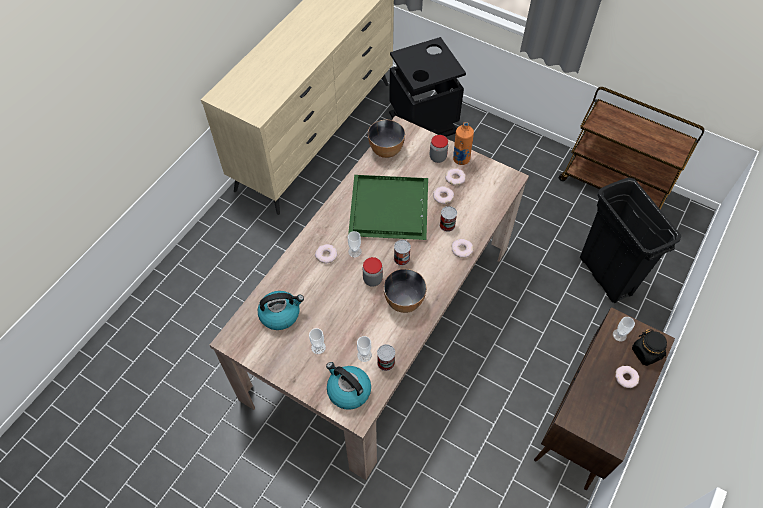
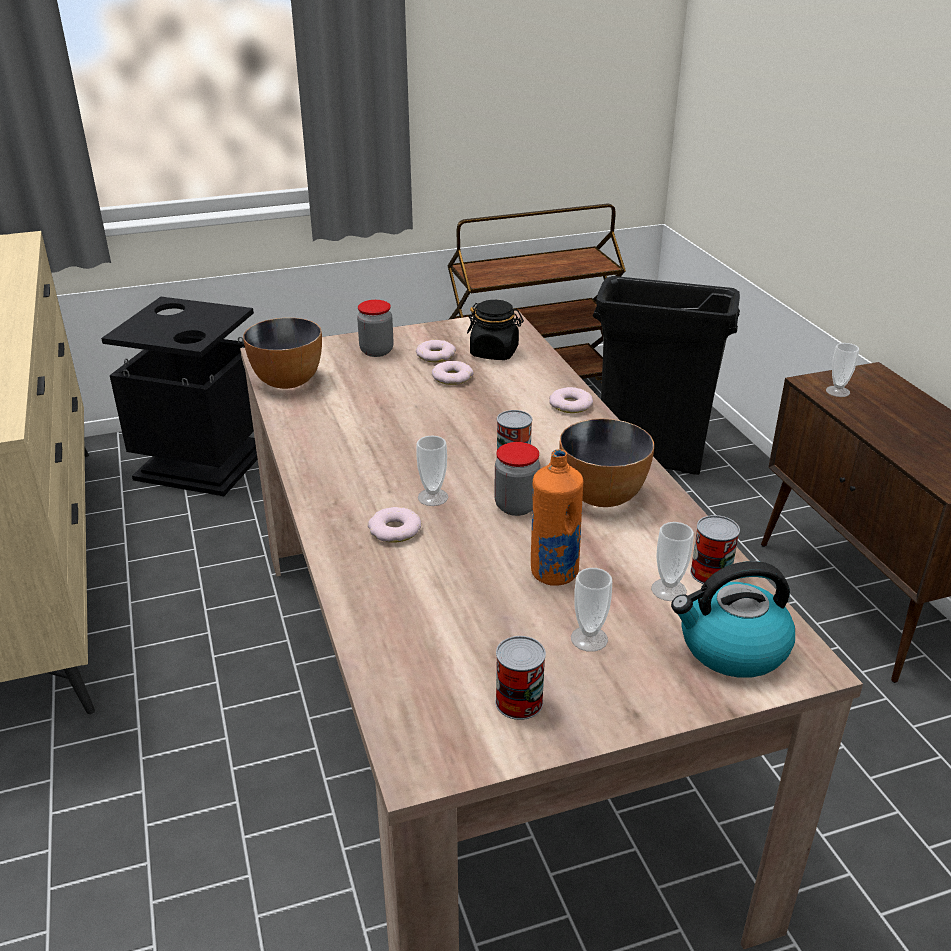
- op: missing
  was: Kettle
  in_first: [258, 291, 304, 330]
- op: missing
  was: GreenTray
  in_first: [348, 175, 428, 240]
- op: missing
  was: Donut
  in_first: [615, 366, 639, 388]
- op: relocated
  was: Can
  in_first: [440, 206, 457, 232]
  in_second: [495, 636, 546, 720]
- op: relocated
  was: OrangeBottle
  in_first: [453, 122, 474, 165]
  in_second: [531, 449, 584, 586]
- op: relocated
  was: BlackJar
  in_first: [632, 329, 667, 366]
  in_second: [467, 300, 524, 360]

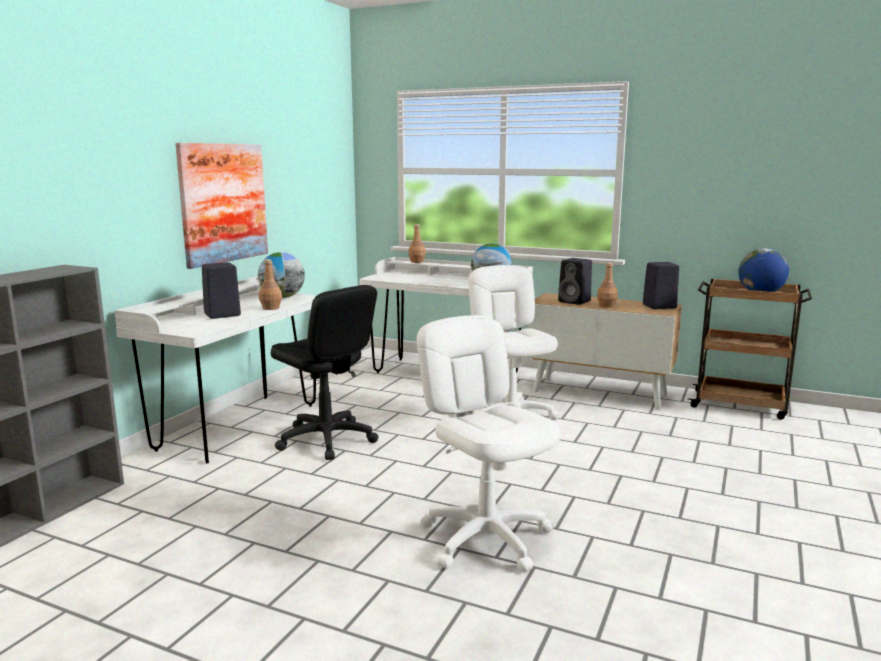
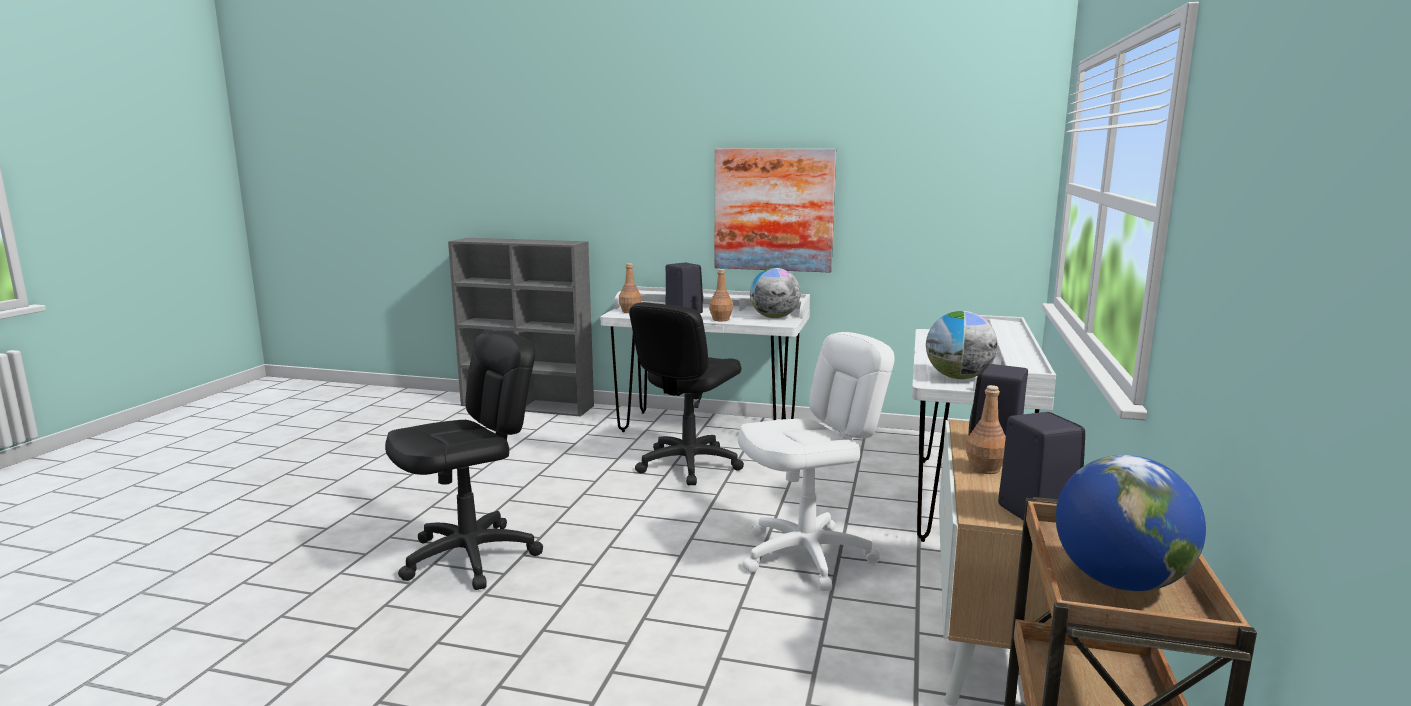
- op: relocated
  was: BrownBottle
  in_first: [408, 224, 426, 263]
  in_second: [619, 263, 641, 313]
- op: colour
  was: WhiteOfficeChair
  now: BlackOfficeChair
  in_first: [417, 315, 560, 572]
  in_second: [385, 330, 543, 590]

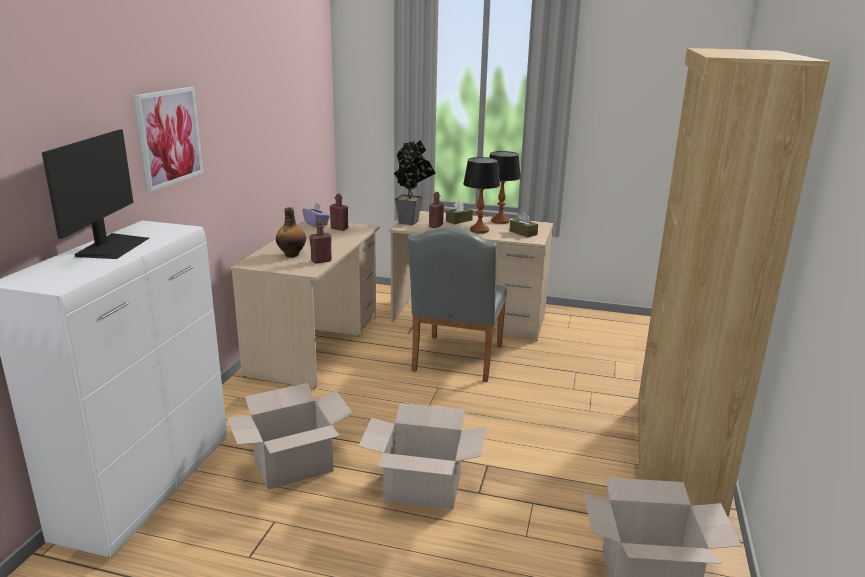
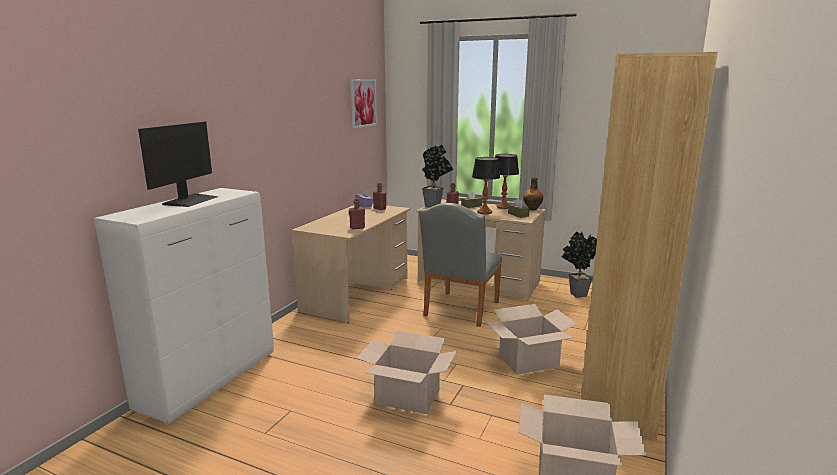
- op: appeared
  now: PottedPlant
  in_second: [562, 232, 597, 297]
- op: relocated
  was: Picture
  in_first: [134, 87, 203, 192]
  in_second: [350, 79, 377, 128]
- op: relocated
  was: CardboardBox
  in_first: [227, 383, 353, 490]
  in_second: [486, 304, 577, 375]
- op: relocated
  was: Bottle
  in_first: [276, 207, 306, 257]
  in_second: [523, 177, 543, 210]

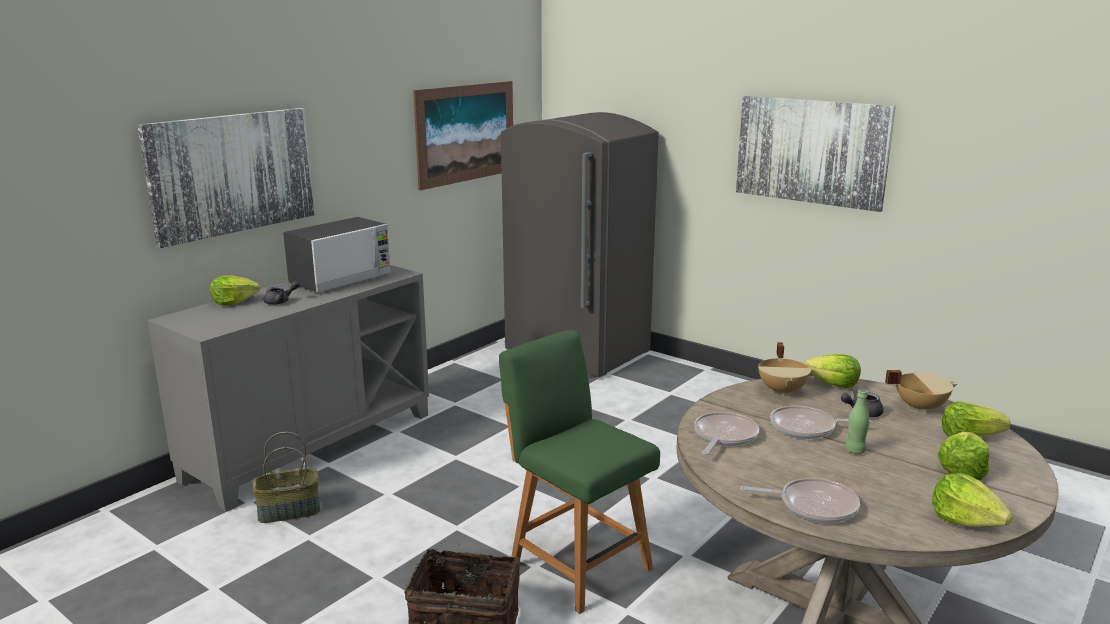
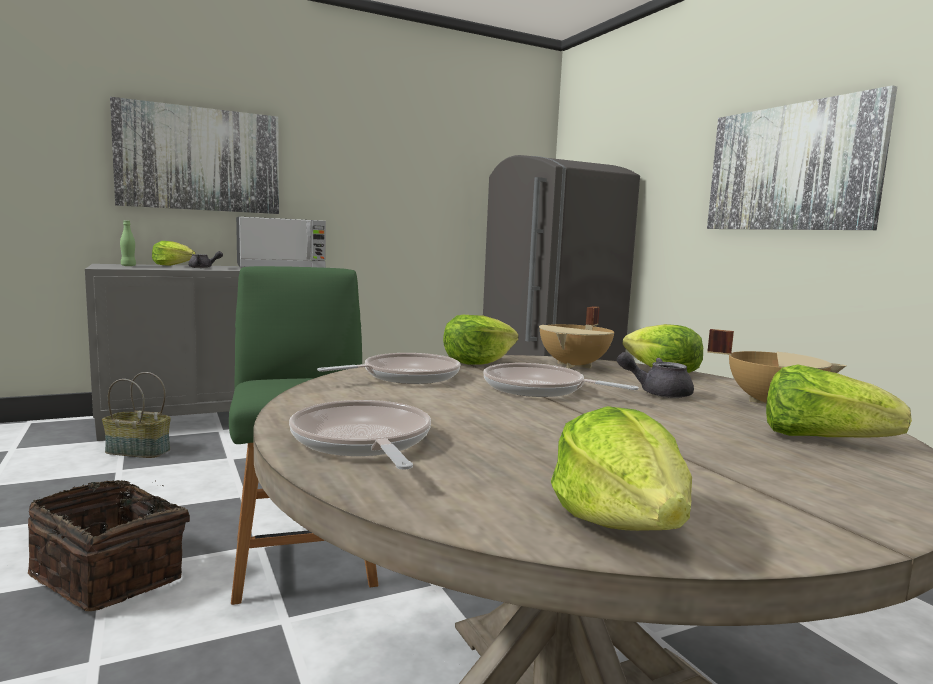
- op: missing
  was: Picture
  in_first: [413, 81, 513, 190]
- op: relocated
  was: GreenBottle
  in_first: [845, 389, 870, 454]
  in_second: [120, 220, 136, 266]
- op: relocated
  was: Lettuce
  in_first: [938, 432, 990, 480]
  in_second: [443, 315, 518, 365]
- op: spun
  was: FryingPan
  in_first: [740, 478, 860, 523]
  in_second: [289, 400, 431, 470]
  clockwise: -150

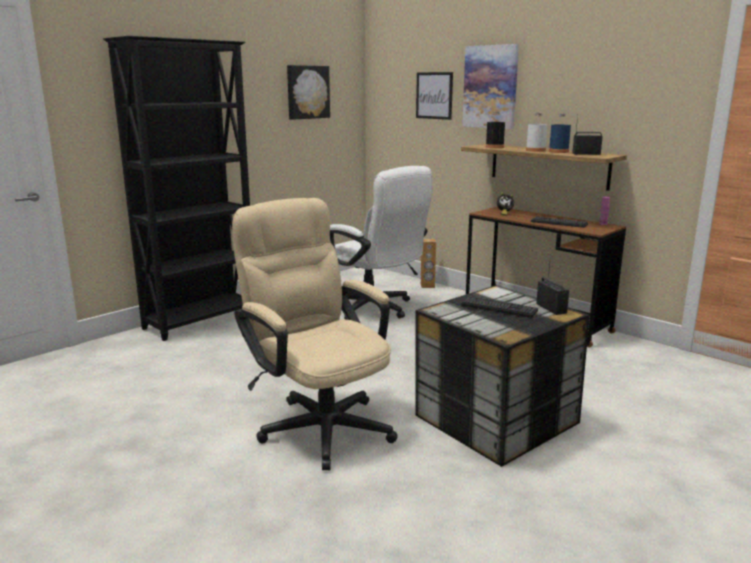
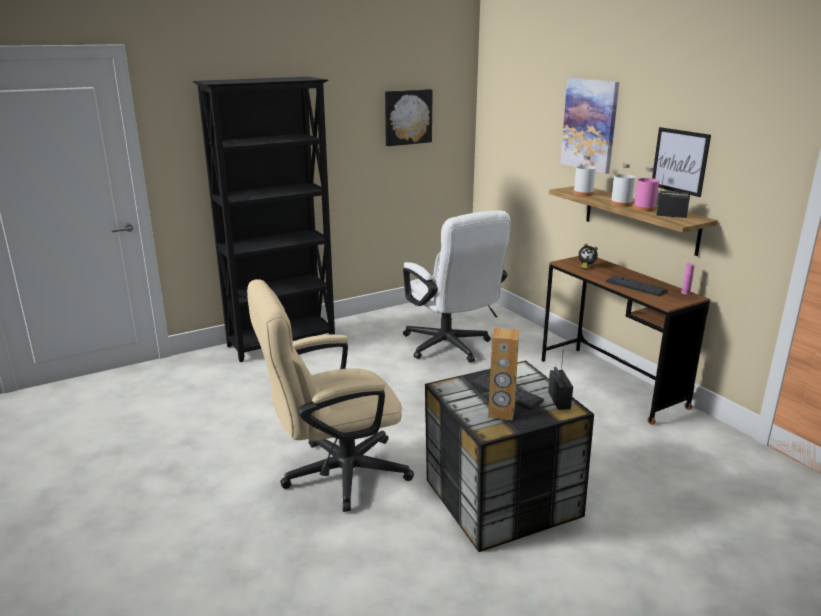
- op: relocated
  was: Picture
  in_first: [416, 72, 453, 120]
  in_second: [652, 127, 711, 197]
- op: relocated
  was: BrownSpeaker
  in_first: [421, 239, 436, 288]
  in_second: [488, 328, 519, 420]
- op: colour
  was: BlackBottle
  now: WhiteBottle
  in_first: [486, 111, 505, 148]
  in_second: [573, 155, 596, 196]
- op: colour
  was: BlueBottle
  now: PinkBottle
  in_first: [549, 113, 571, 153]
  in_second: [633, 167, 659, 212]
- op: spun
  was: BeigeOfficeChair
  in_first: [232, 198, 398, 470]
  in_second: [247, 279, 414, 512]
  clockwise: -90

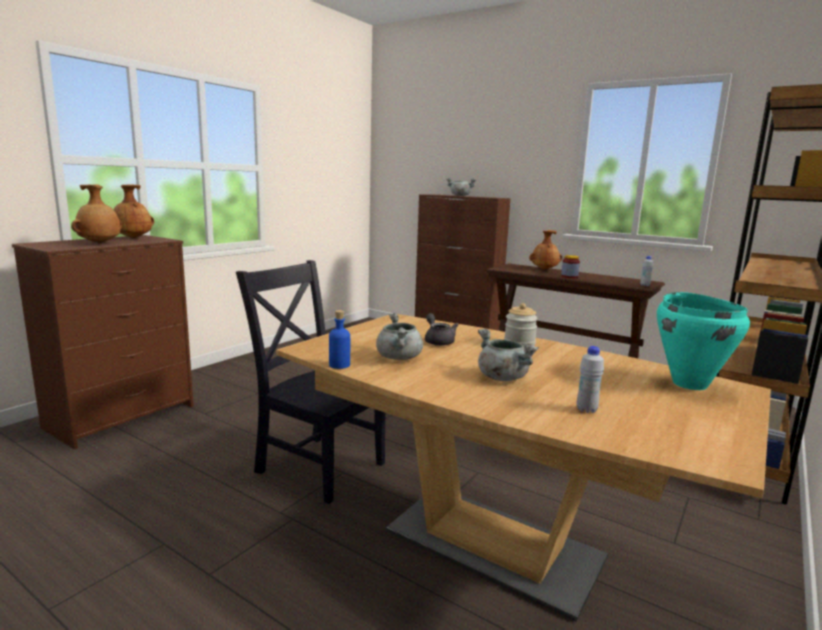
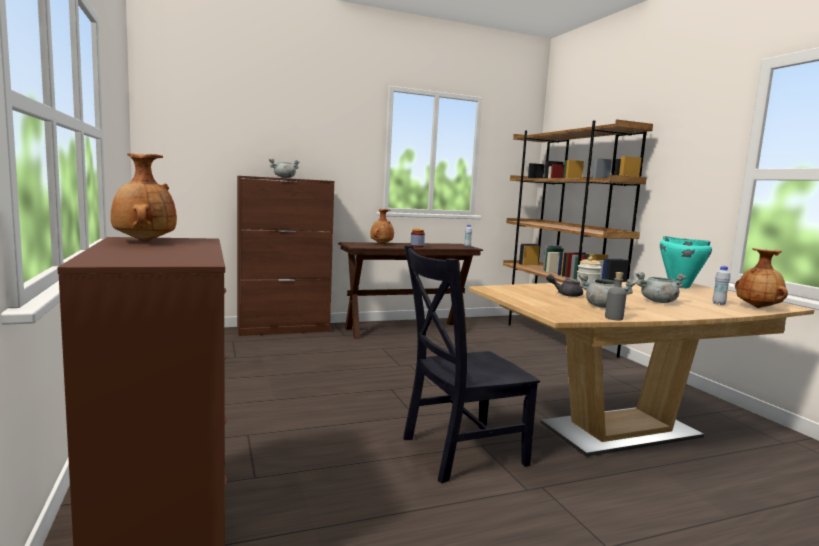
- op: relocated
  was: BrownVase
  in_first: [71, 185, 122, 244]
  in_second: [735, 248, 788, 308]
- op: colour
  was: BlueBottle
  now: GreyBottle
  in_first: [329, 310, 350, 369]
  in_second: [605, 272, 627, 320]

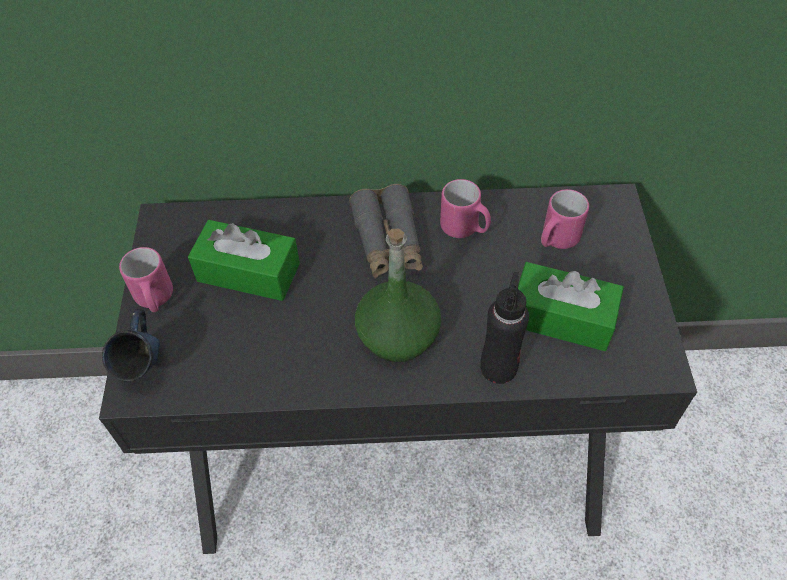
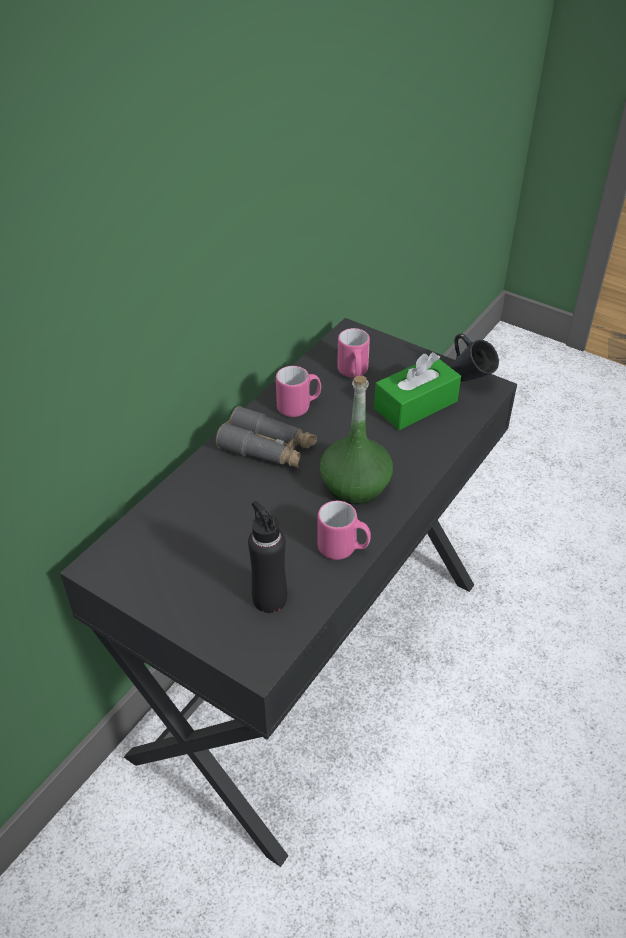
- op: missing
  was: GreenTissueBox
  in_first: [188, 220, 300, 301]
- op: relocated
  was: BlueMug
  in_first: [102, 309, 160, 381]
  in_second: [451, 334, 499, 382]
- op: relocated
  was: PinkMug
  in_first: [119, 247, 173, 312]
  in_second: [317, 501, 371, 560]
- op: relocated
  was: BlackBottle
  in_first: [480, 272, 529, 384]
  in_second: [248, 501, 287, 613]

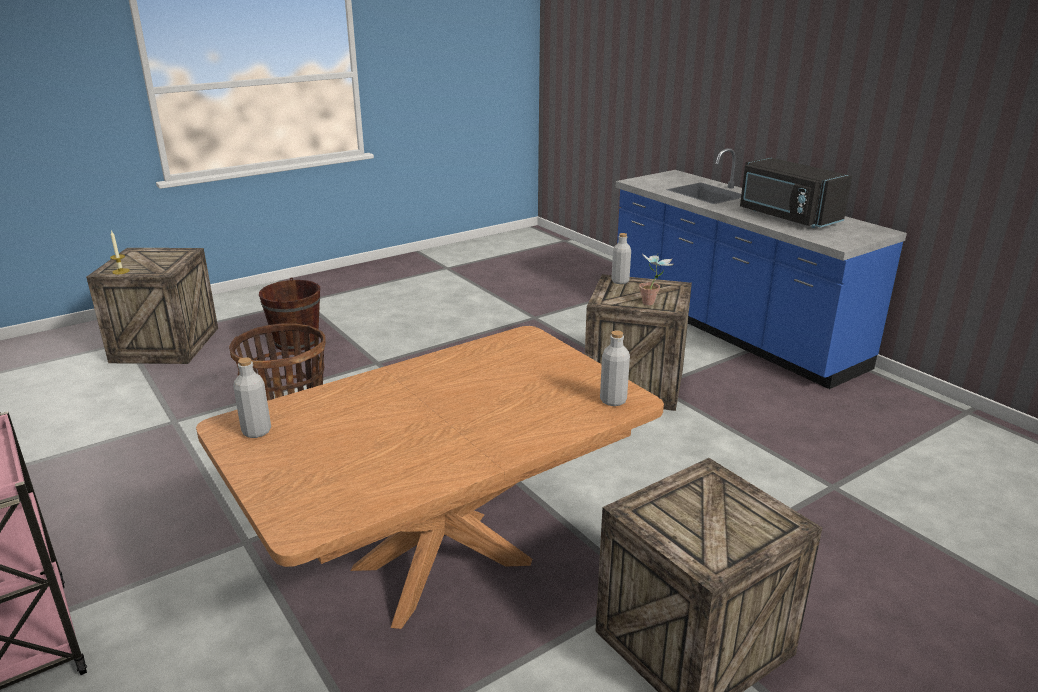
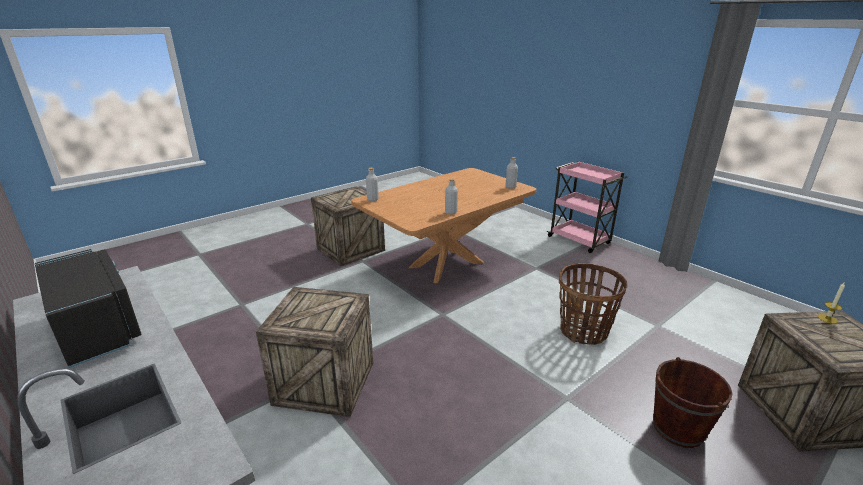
- op: missing
  was: PottedPlant
  in_first: [639, 254, 674, 305]
- op: relocated
  was: GreyBottle
  in_first: [612, 233, 631, 284]
  in_second: [445, 179, 458, 214]

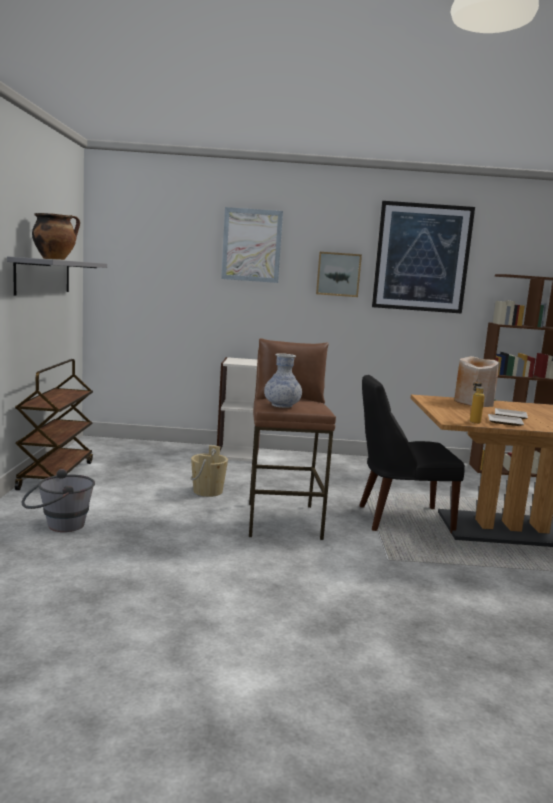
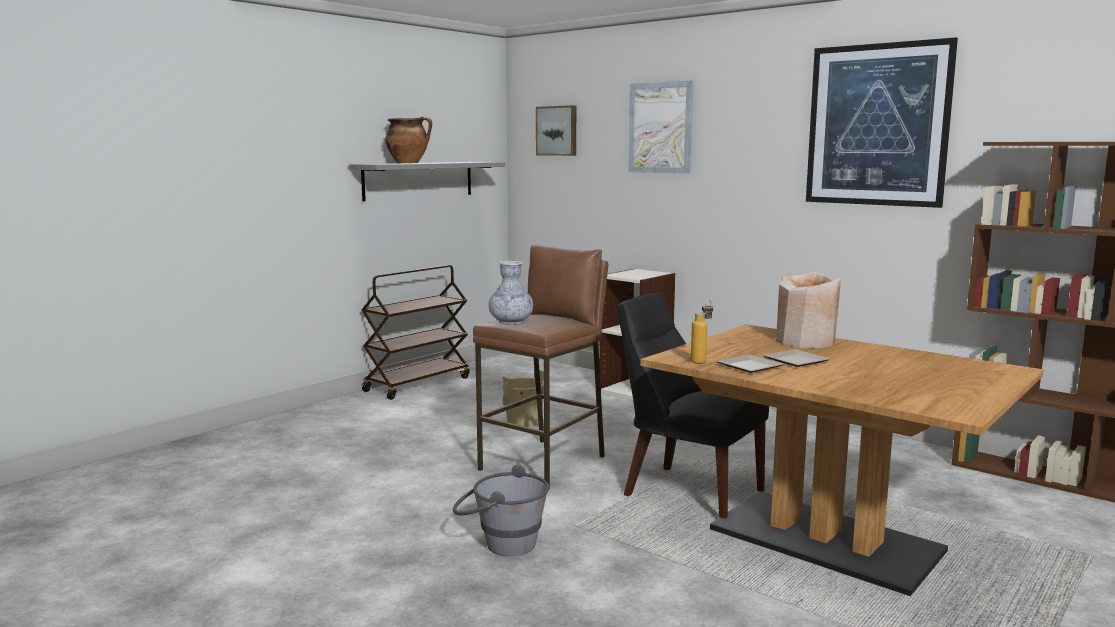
- op: relocated
  was: GreyBucket
  in_first: [22, 469, 95, 532]
  in_second: [453, 464, 549, 556]
- op: relocated
  was: Picture
  in_first: [316, 252, 362, 297]
  in_second: [536, 105, 576, 156]

